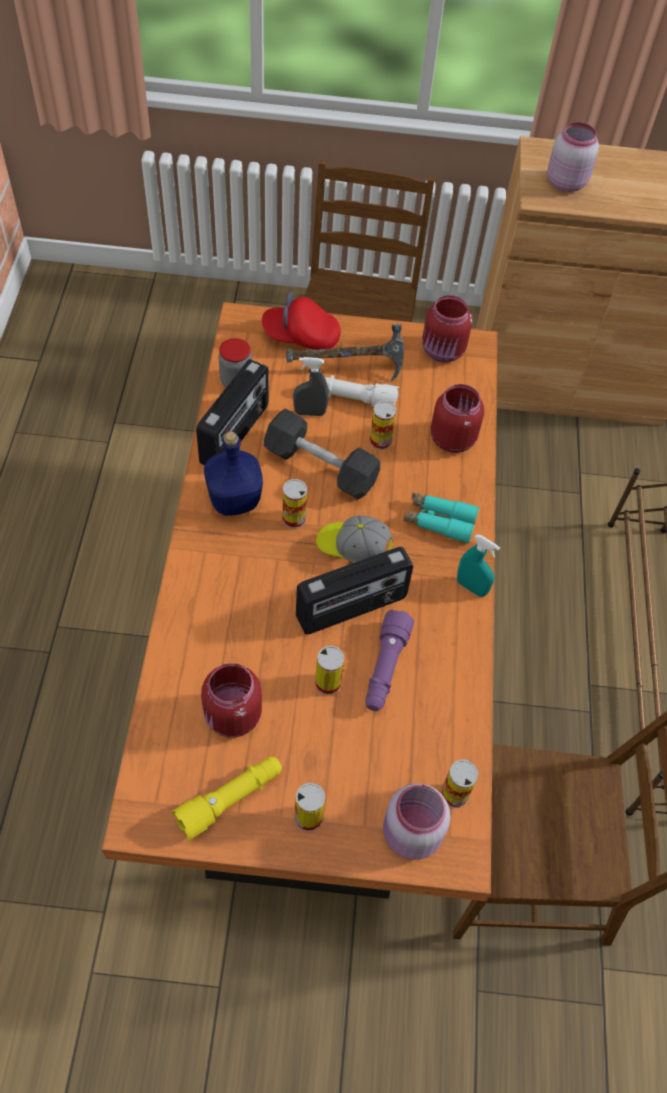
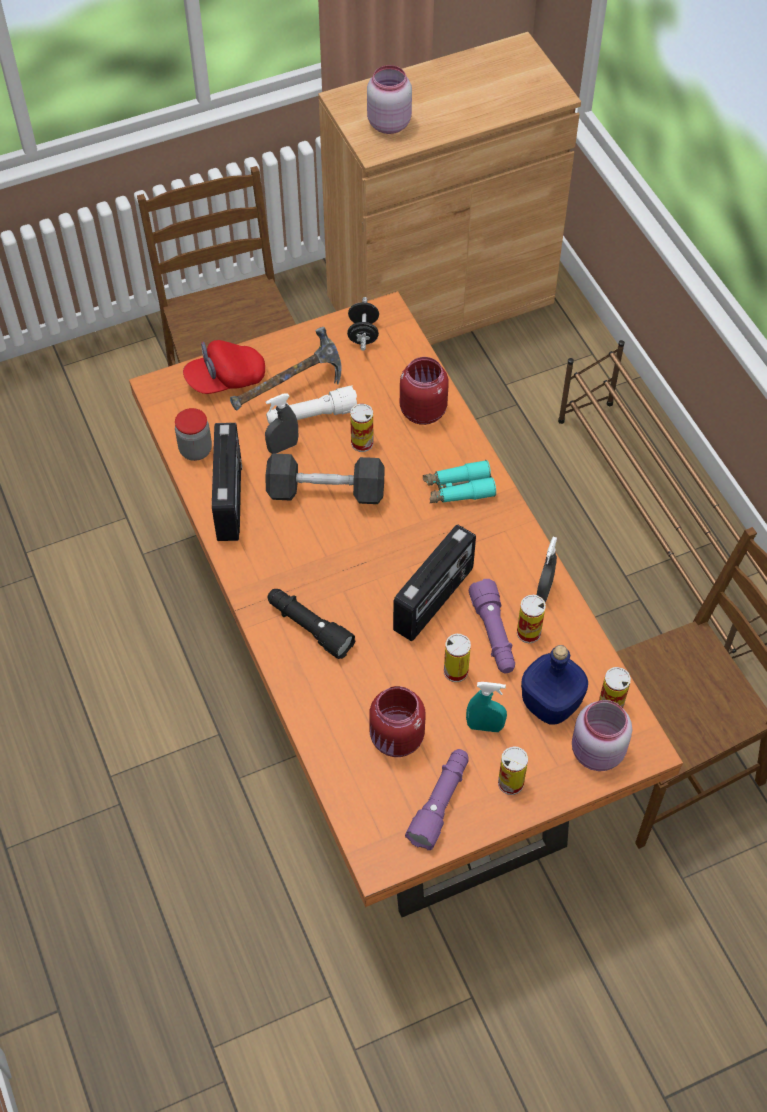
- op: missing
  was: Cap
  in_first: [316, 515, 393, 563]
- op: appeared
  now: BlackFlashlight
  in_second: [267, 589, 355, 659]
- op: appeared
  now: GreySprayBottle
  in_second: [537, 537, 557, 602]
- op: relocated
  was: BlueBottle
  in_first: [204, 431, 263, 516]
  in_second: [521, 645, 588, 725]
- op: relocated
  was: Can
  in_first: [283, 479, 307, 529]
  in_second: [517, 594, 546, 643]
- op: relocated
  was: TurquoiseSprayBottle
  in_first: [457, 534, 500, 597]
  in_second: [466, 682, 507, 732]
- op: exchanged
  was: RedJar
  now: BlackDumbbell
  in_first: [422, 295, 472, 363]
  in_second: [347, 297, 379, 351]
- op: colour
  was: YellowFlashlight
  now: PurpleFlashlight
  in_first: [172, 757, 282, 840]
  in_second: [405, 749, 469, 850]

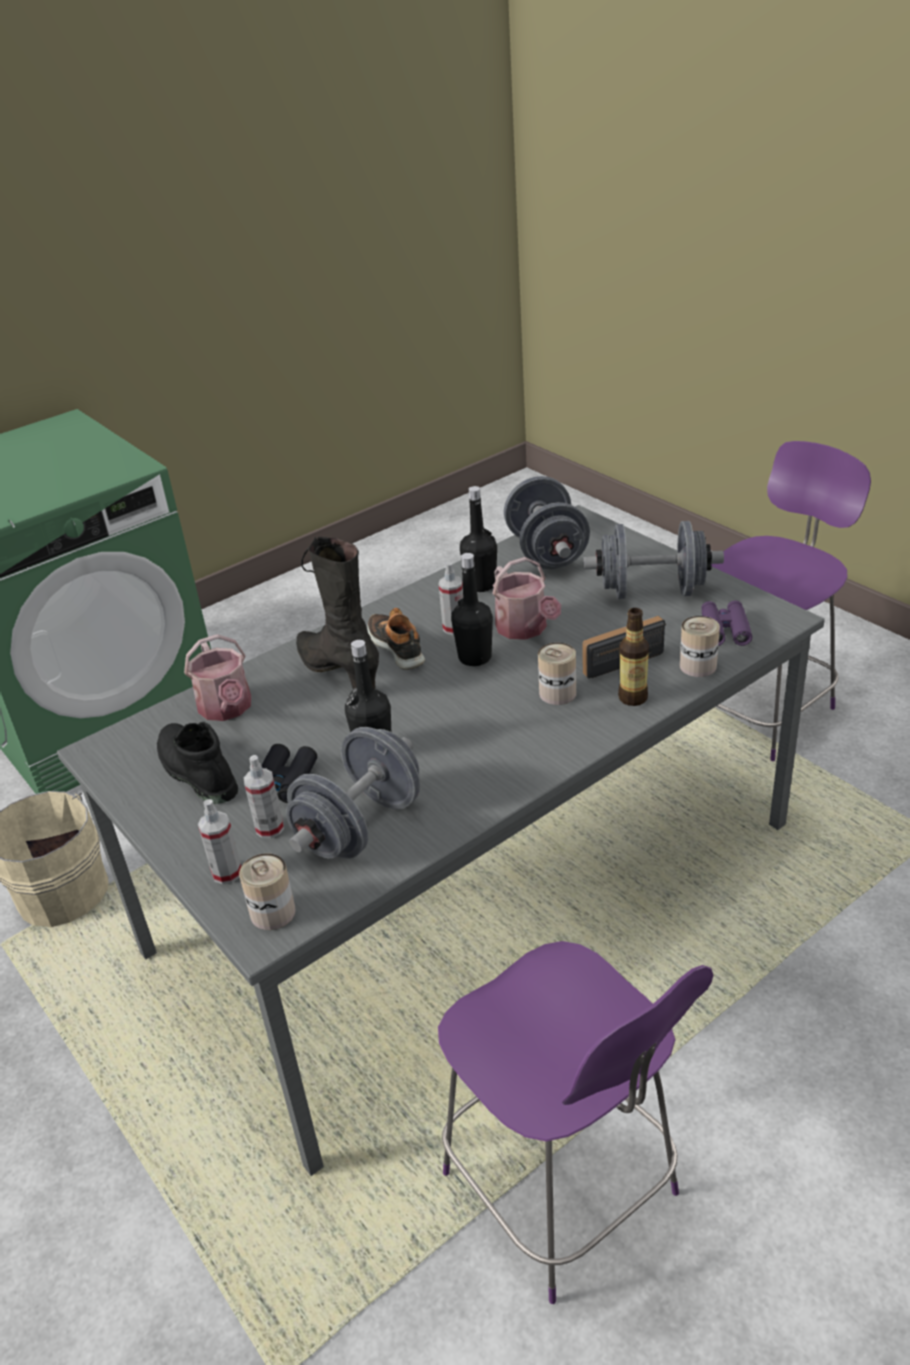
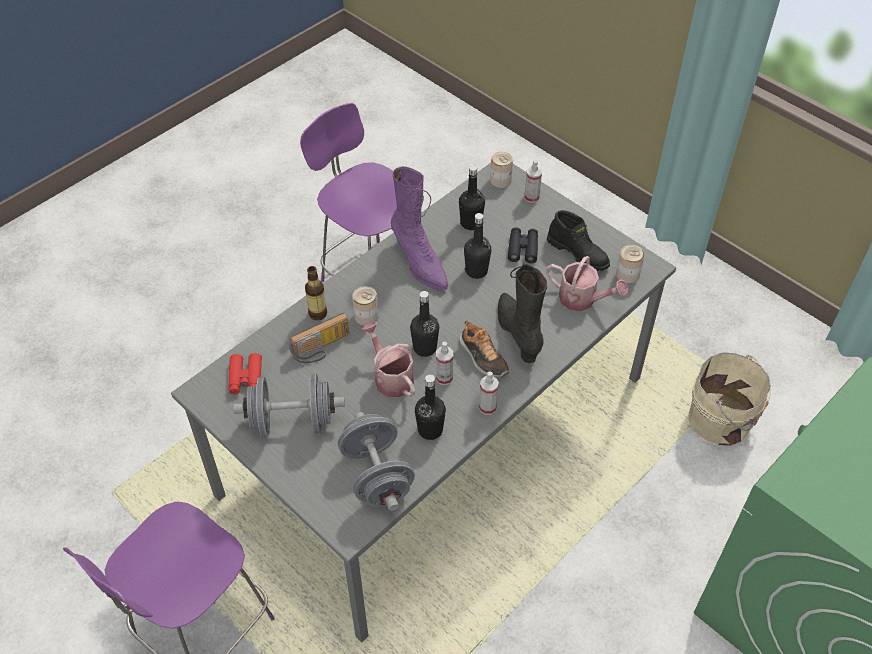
- op: appeared
  now: PurpleBoot
  in_second: [391, 166, 448, 291]
- op: relocated
  was: SprayBottle
  in_first: [244, 755, 284, 838]
  in_second: [479, 371, 499, 415]
- op: relocated
  was: Can
  in_first: [680, 616, 720, 677]
  in_second: [616, 245, 645, 284]
- op: exchanged
  was: GreyDumbbell
  now: BlackBottle
  in_first: [286, 727, 420, 859]
  in_second: [459, 165, 485, 230]
- op: colour
  was: PurpleBinoculars
  now: RedBinoculars
  in_first: [701, 600, 752, 646]
  in_second: [228, 353, 262, 395]
- op: spun
  was: WateringCan
  in_first: [184, 634, 251, 721]
  in_second: [546, 256, 628, 311]
  clockwise: 150
- op: spun
  was: BlackBoot
  in_first: [296, 537, 379, 690]
  in_second: [498, 263, 547, 363]
  clockwise: -150

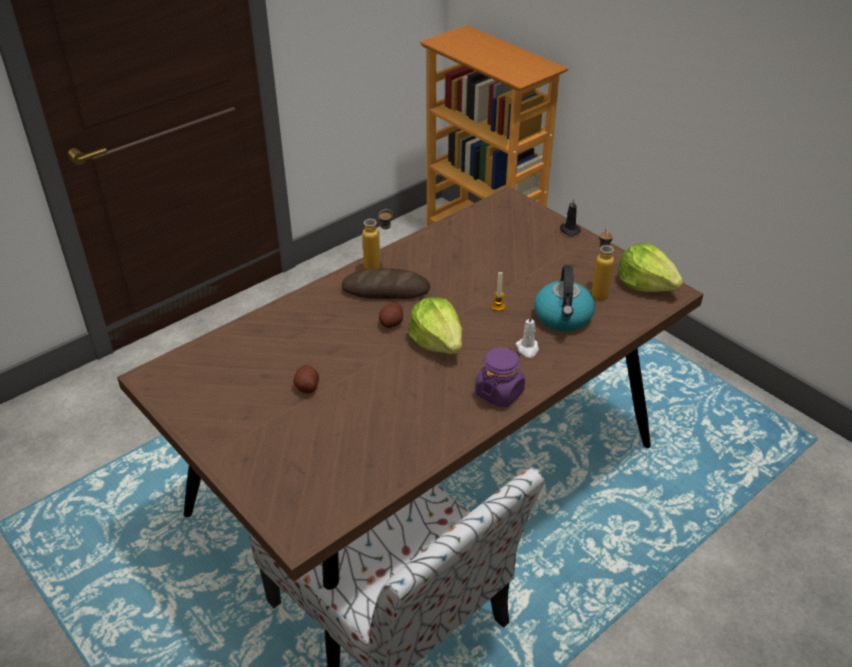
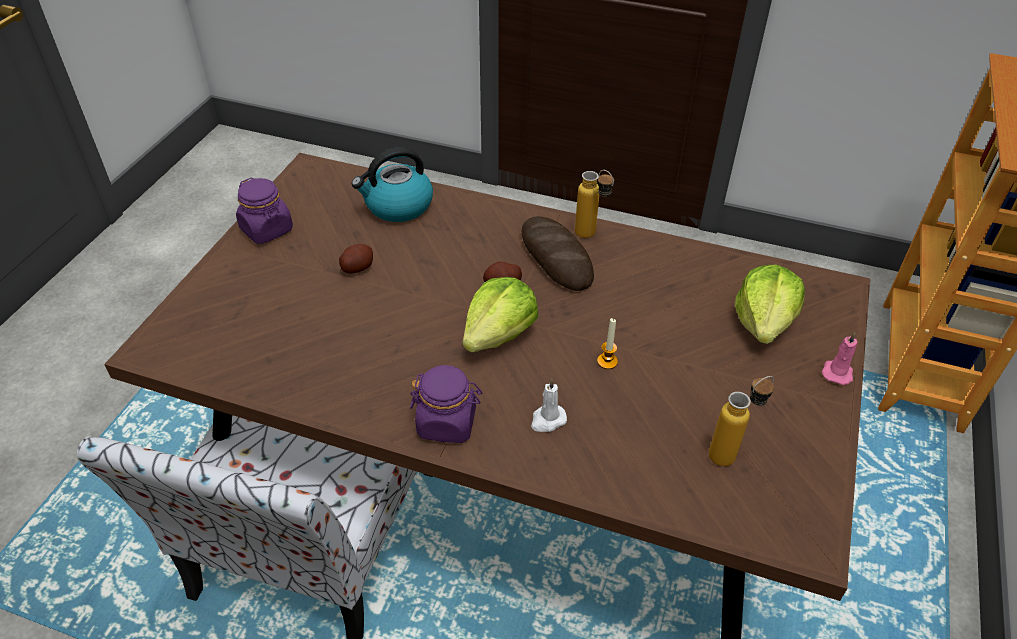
- op: appeared
  now: PurpleJar
  in_second: [236, 178, 293, 244]
- op: relocated
  was: Kettle
  in_first: [534, 265, 595, 331]
  in_second: [352, 147, 433, 222]
- op: relocated
  was: Lettuce
  in_first: [618, 243, 683, 292]
  in_second: [735, 265, 805, 344]
- op: colour
  was: BlackCandle
  now: PinkCandle
  in_first: [560, 199, 581, 236]
  in_second: [822, 332, 857, 385]

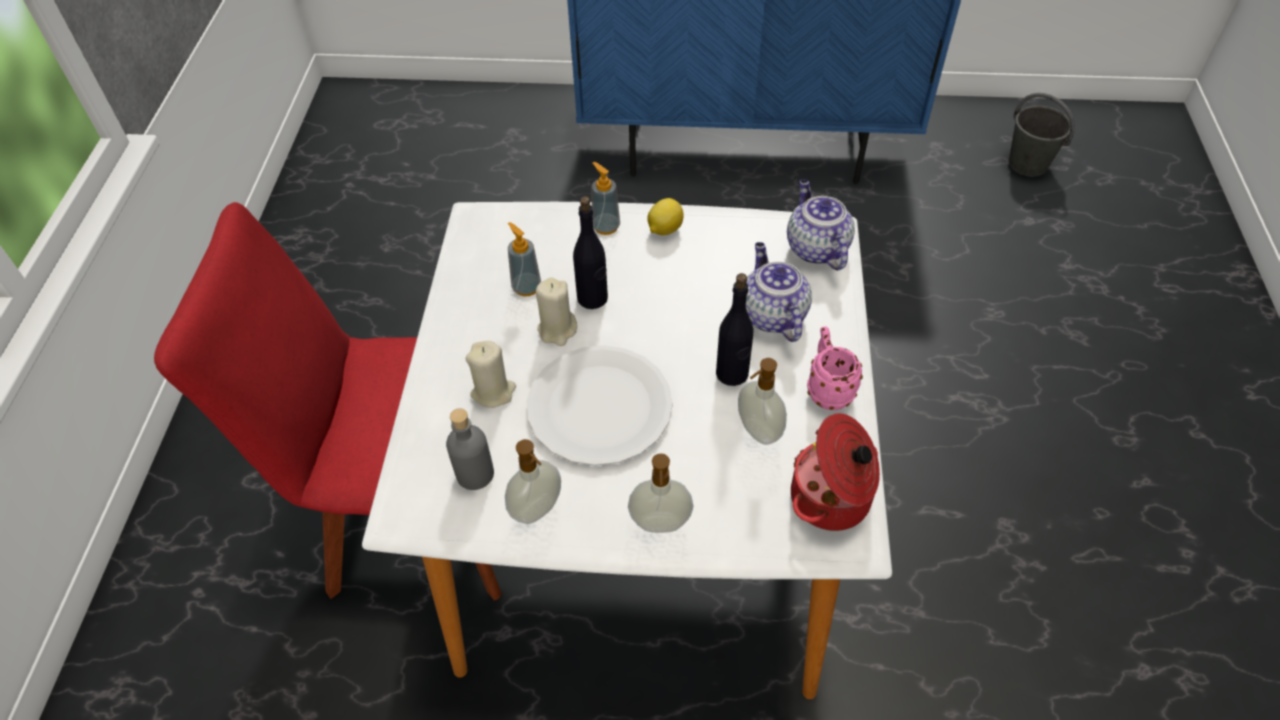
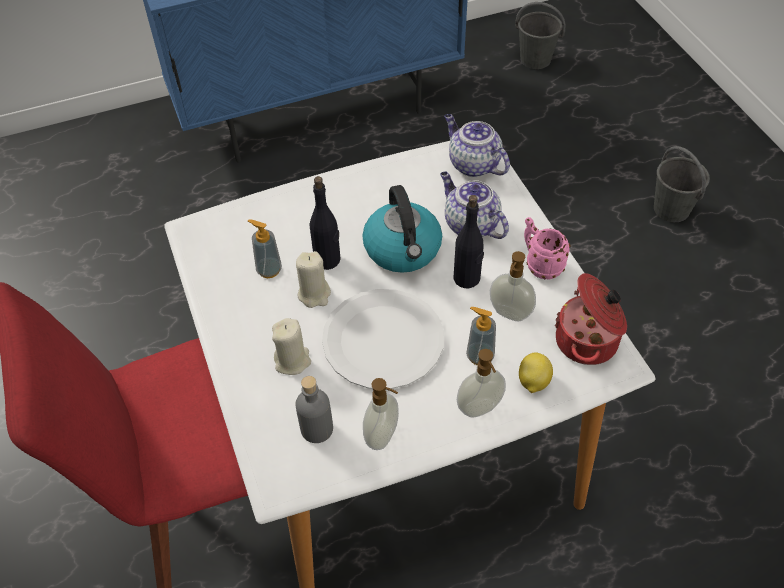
- op: appeared
  now: Kettle
  in_second: [362, 185, 442, 273]
- op: appeared
  now: GreyBucket
  in_second: [654, 146, 710, 222]
- op: relocated
  was: SoapDispenser
  in_first: [592, 162, 620, 235]
  in_second: [466, 307, 496, 365]
- op: relocated
  was: Lemon
  in_first: [647, 198, 684, 236]
  in_second: [519, 352, 553, 393]

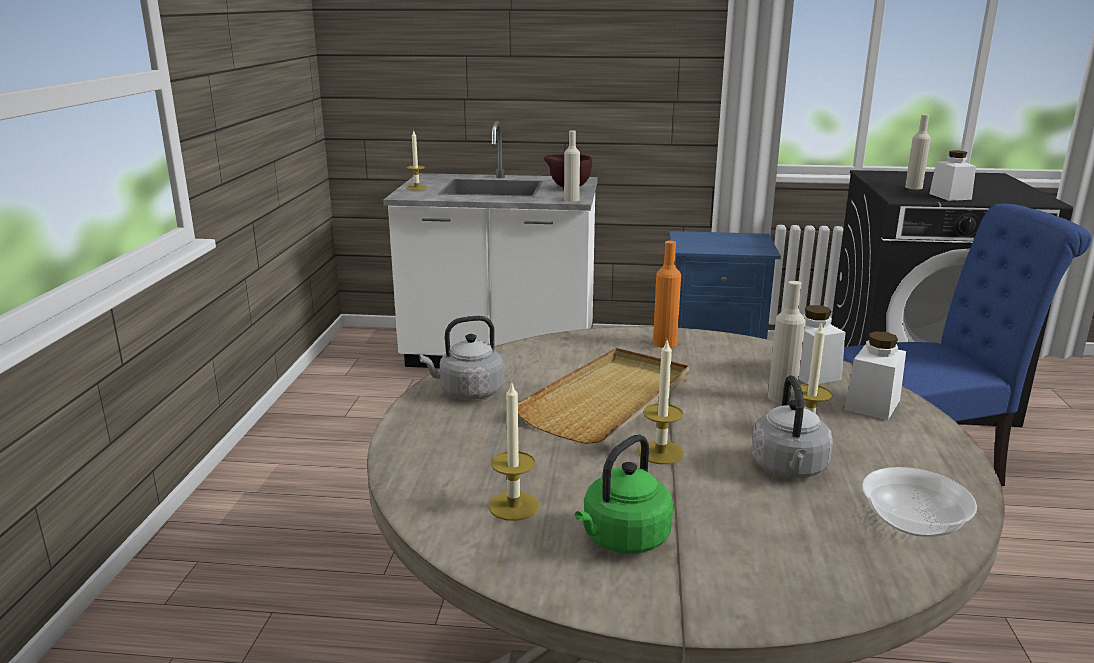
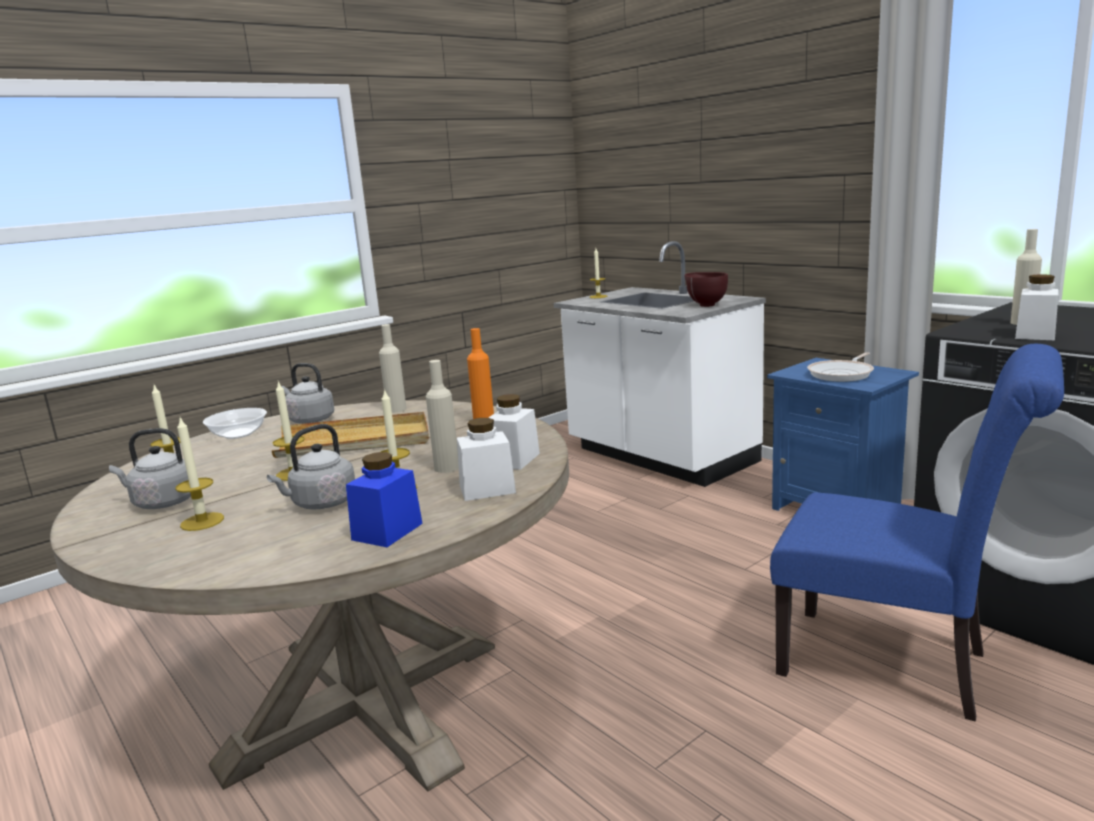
- op: appeared
  now: Candle
  in_second: [175, 418, 224, 531]
- op: appeared
  now: BlueJar
  in_second: [346, 452, 423, 547]
- op: appeared
  now: FryingPan
  in_second: [807, 352, 874, 382]
- op: relocated
  was: BeigeBottle
  in_first: [564, 131, 580, 202]
  in_second: [379, 324, 407, 413]
- op: relocated
  was: Bowl
  in_first: [862, 467, 977, 537]
  in_second: [203, 408, 267, 439]
- op: colour
  was: GreenKettle
  now: GreyKettle
  in_first: [575, 434, 673, 554]
  in_second: [109, 428, 191, 509]

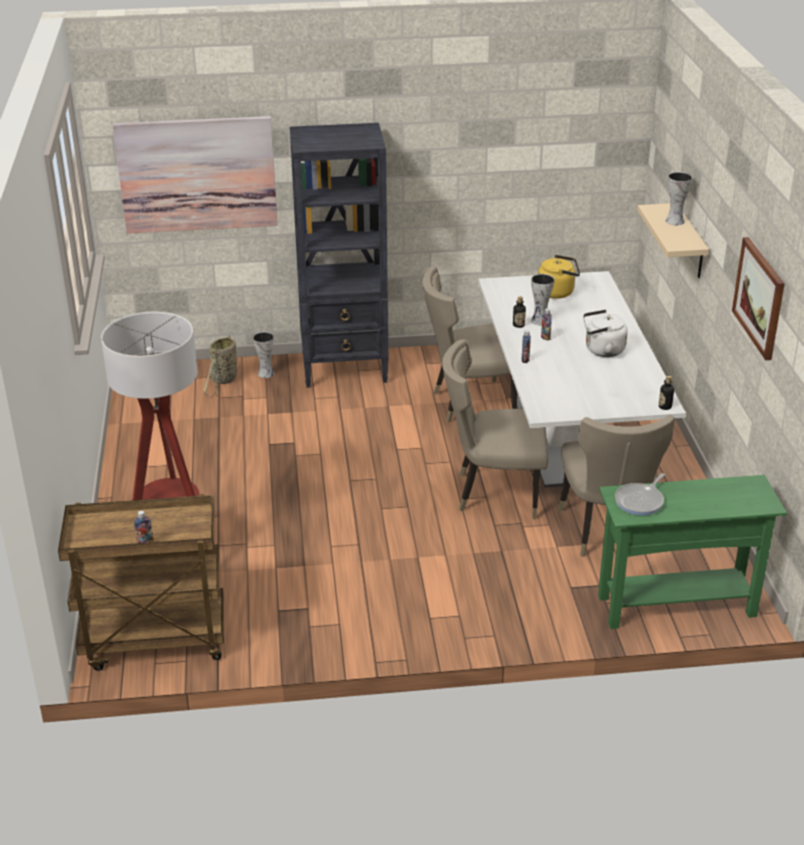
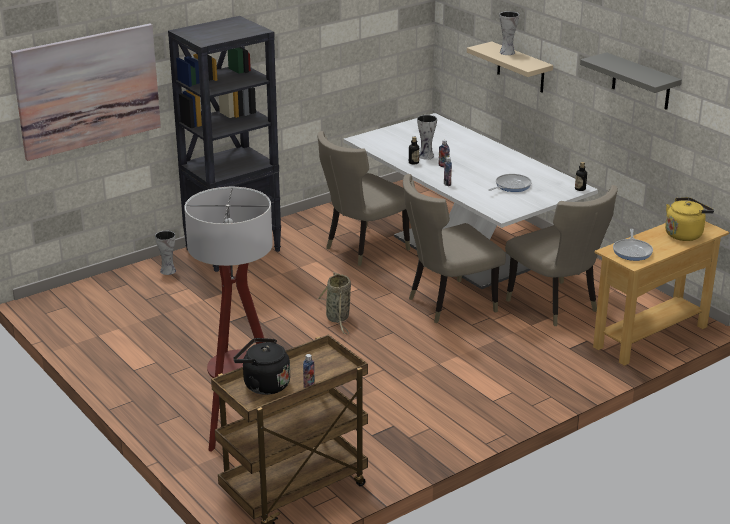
- op: missing
  was: WhiteKettle
  in_first: [583, 310, 628, 357]
- op: appeared
  now: BlackKettle
  in_second: [233, 338, 290, 395]
- op: appeared
  now: FryingPan
  in_second: [488, 174, 532, 192]
- op: relocated
  was: Basket
  in_first: [203, 335, 240, 397]
  in_second: [317, 272, 351, 334]
- op: relocated
  was: YellowKettle
  in_first: [538, 255, 580, 299]
  in_second: [665, 197, 714, 241]
- op: exchanged
  was: Picture
  now: GreyShelf
  in_first: [732, 237, 785, 360]
  in_second: [580, 52, 682, 110]
- op: colour
  was: GreenConsoleTable
  now: BeigeConsoleTable
  in_first: [598, 475, 787, 629]
  in_second: [593, 221, 729, 366]

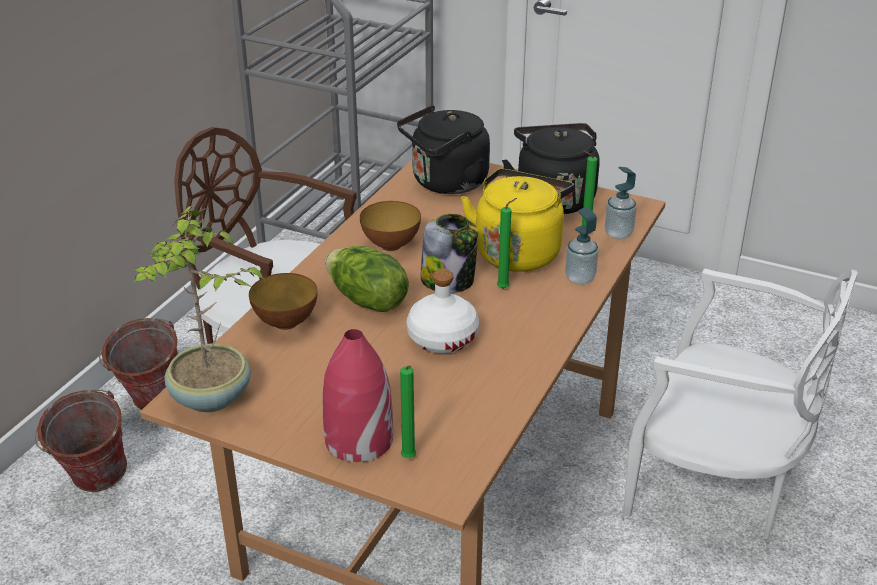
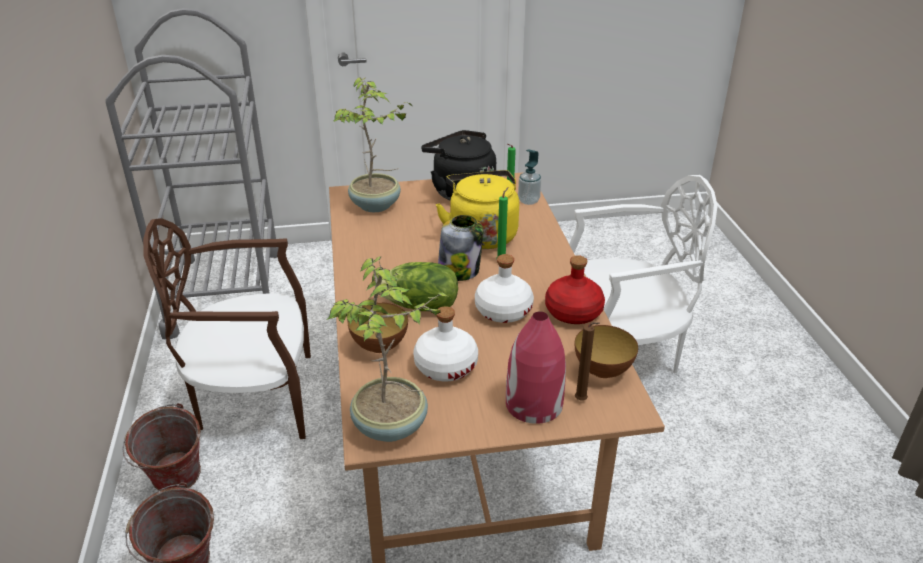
- op: missing
  was: SoapDispenser
  in_first: [565, 207, 599, 285]
- op: appeared
  now: WhiteBottle
  in_second: [413, 306, 478, 381]
- op: appeared
  now: RedBottle
  in_second: [545, 255, 605, 324]
- op: relocated
  was: Bowl
  in_first: [360, 201, 421, 251]
  in_second: [575, 325, 638, 378]
- op: exchanged
  was: BlackKettle
  now: PottedPlant
  in_first: [397, 105, 490, 194]
  in_second: [333, 78, 413, 212]
- op: colour
  was: GreenCandle
  now: BrownCandle
  in_first: [400, 365, 416, 458]
  in_second: [575, 322, 600, 400]

